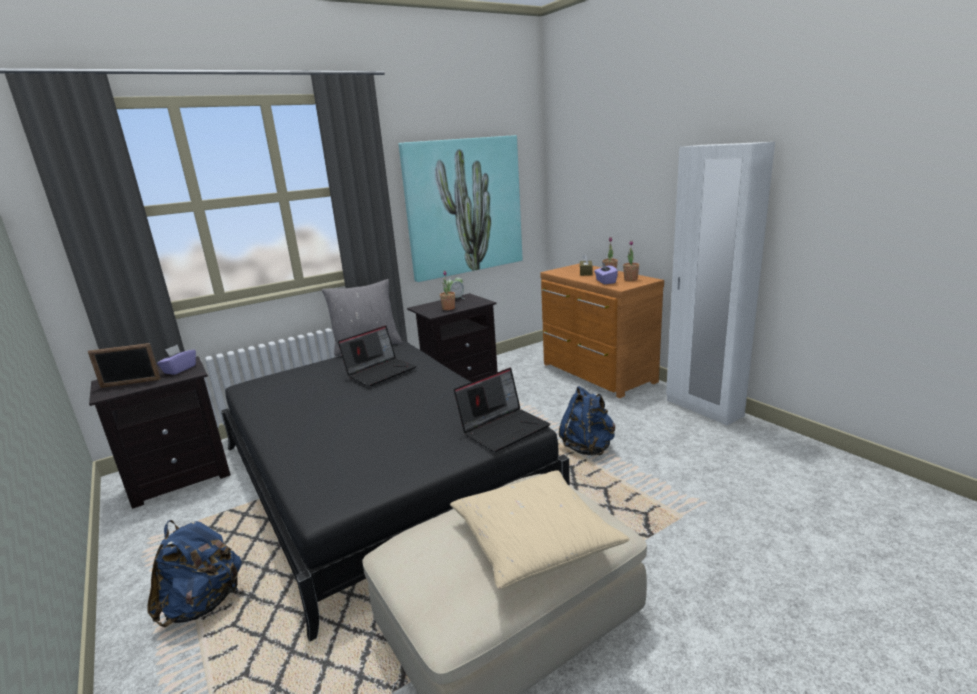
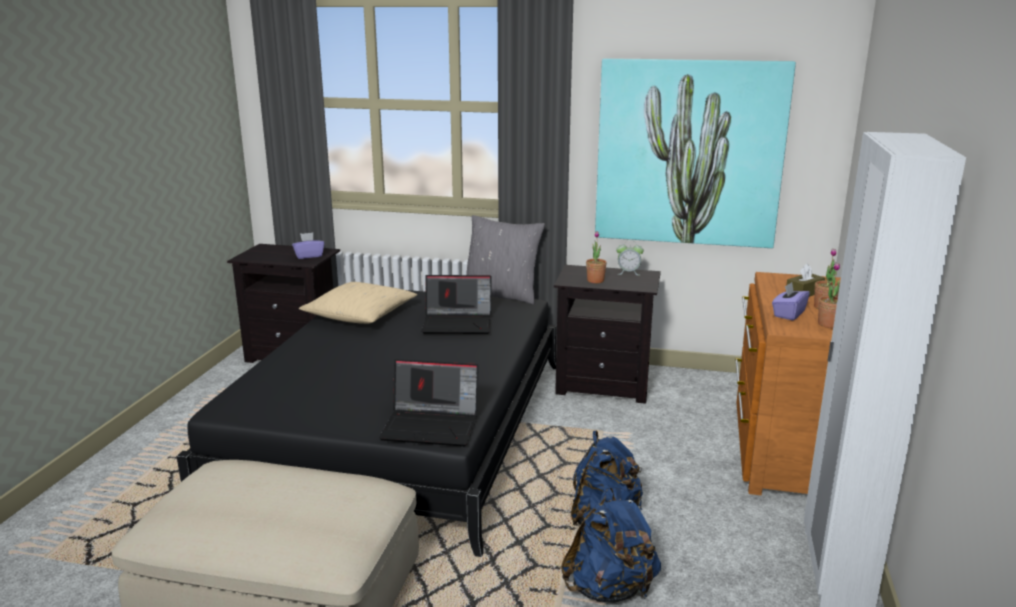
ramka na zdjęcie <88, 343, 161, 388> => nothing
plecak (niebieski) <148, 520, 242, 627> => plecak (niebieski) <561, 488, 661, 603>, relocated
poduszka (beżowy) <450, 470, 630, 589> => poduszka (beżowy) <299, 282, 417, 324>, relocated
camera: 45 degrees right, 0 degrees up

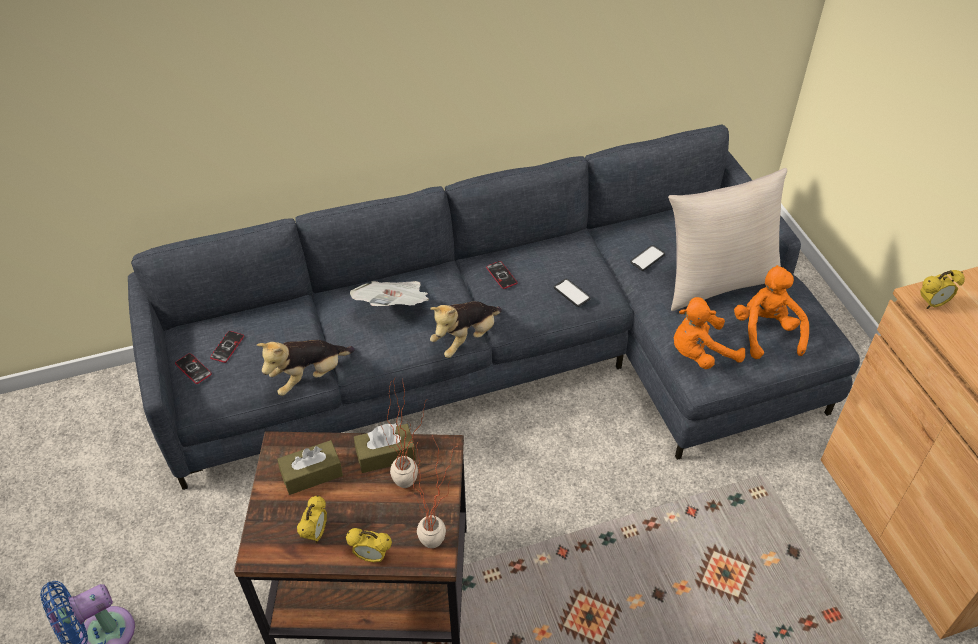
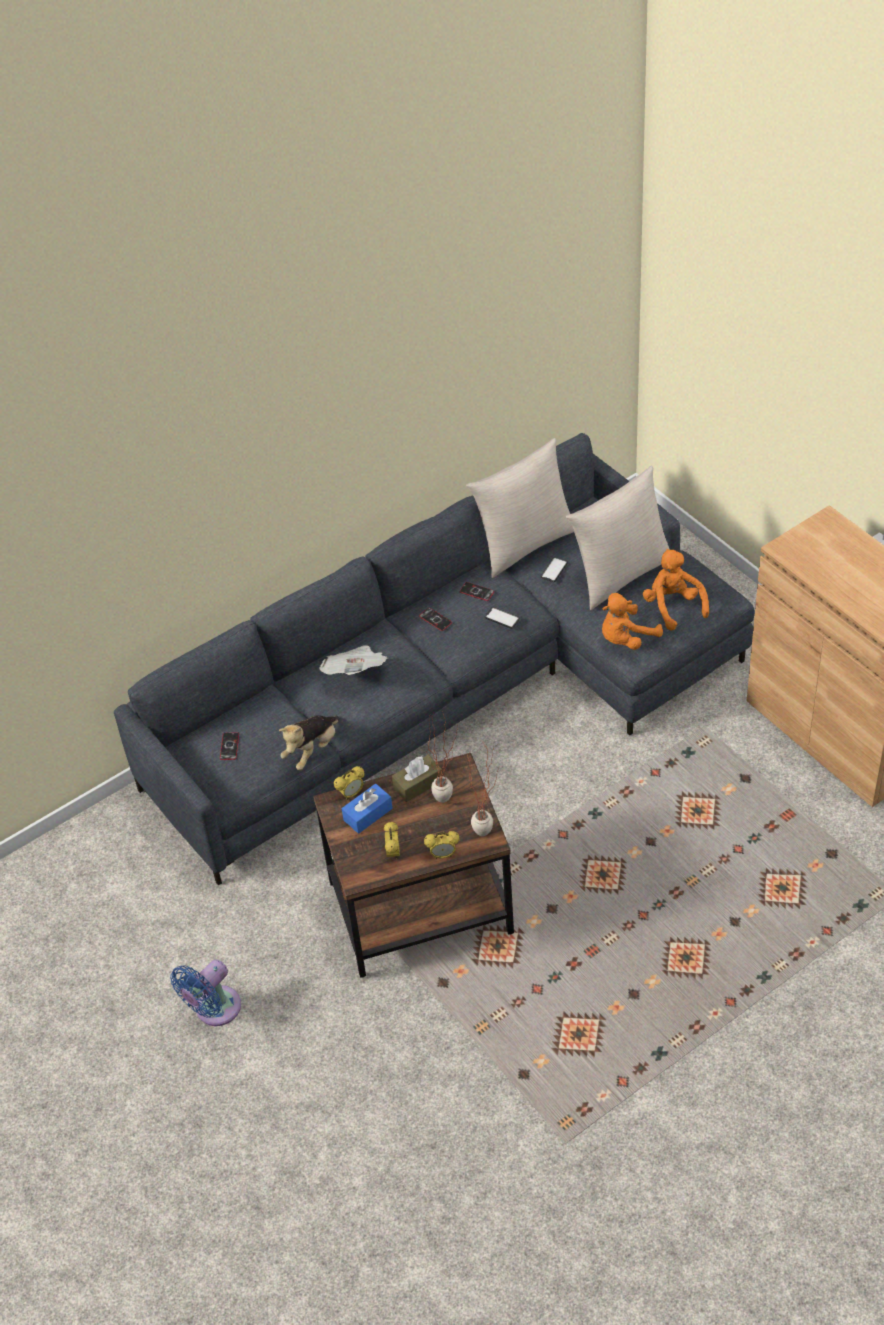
telefon <175, 353, 212, 384> => telefon <460, 582, 494, 601>, relocated
pudełko chusteczek (brązowy) <277, 440, 343, 495> => pudełko chusteczek (niebieski) <342, 784, 393, 834>
pluszak <430, 301, 502, 358> => nothing
budzik <920, 270, 965, 309> => budzik <334, 766, 365, 800>, relocated
nothing => poduszka (beżowy) <466, 438, 574, 578>
camera: 15 degrees left, 0 degrees up

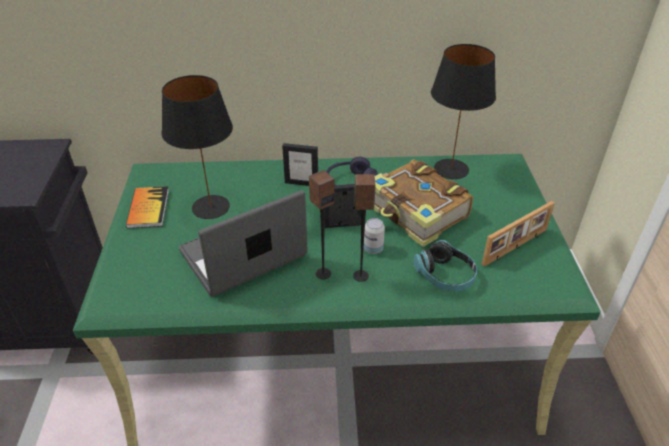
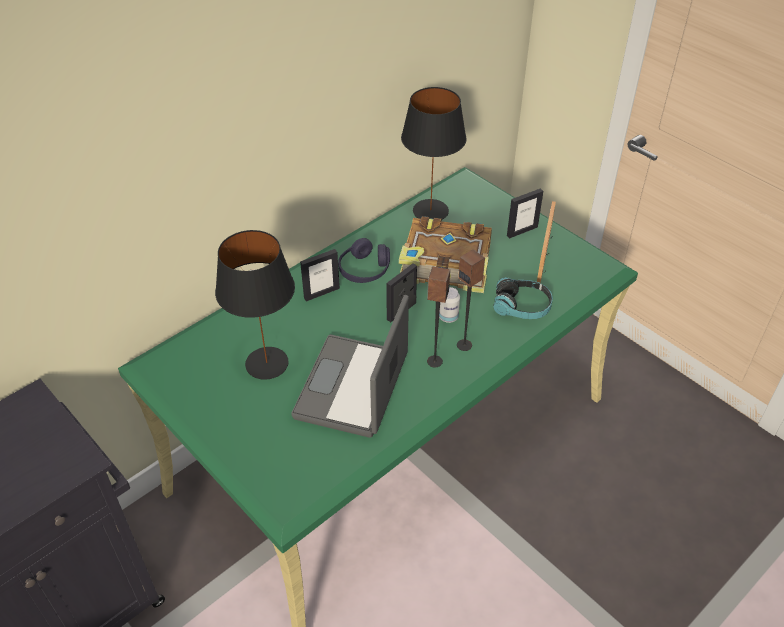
książka <126, 186, 169, 229> => nothing
nothing => ramka na zdjęcie <507, 188, 543, 239>
camera: 40 degrees left, 5 degrees up

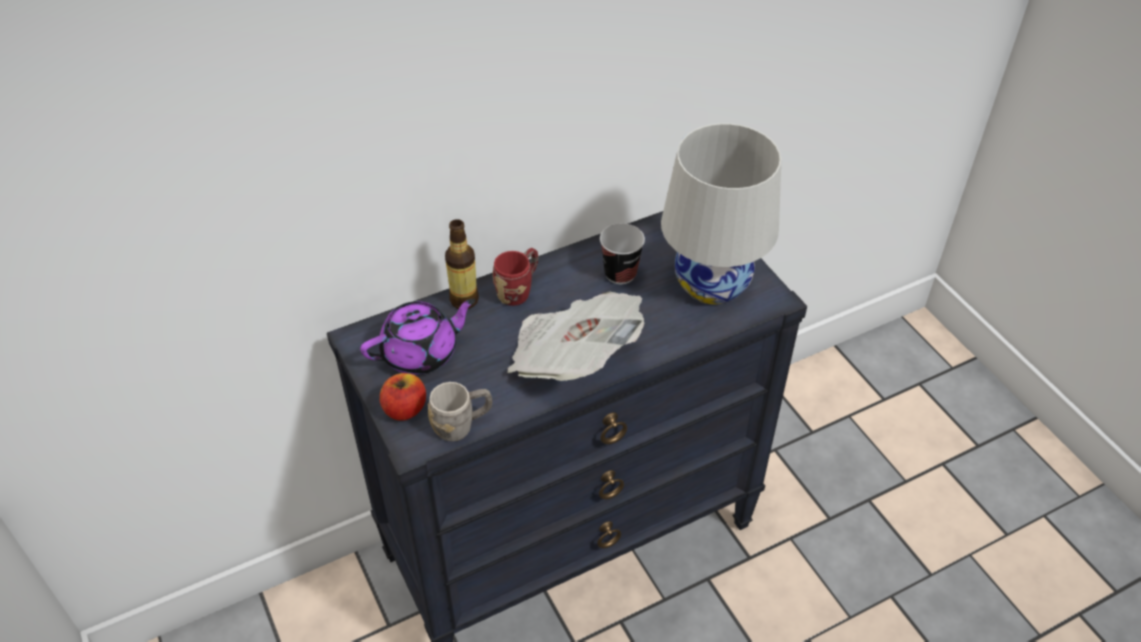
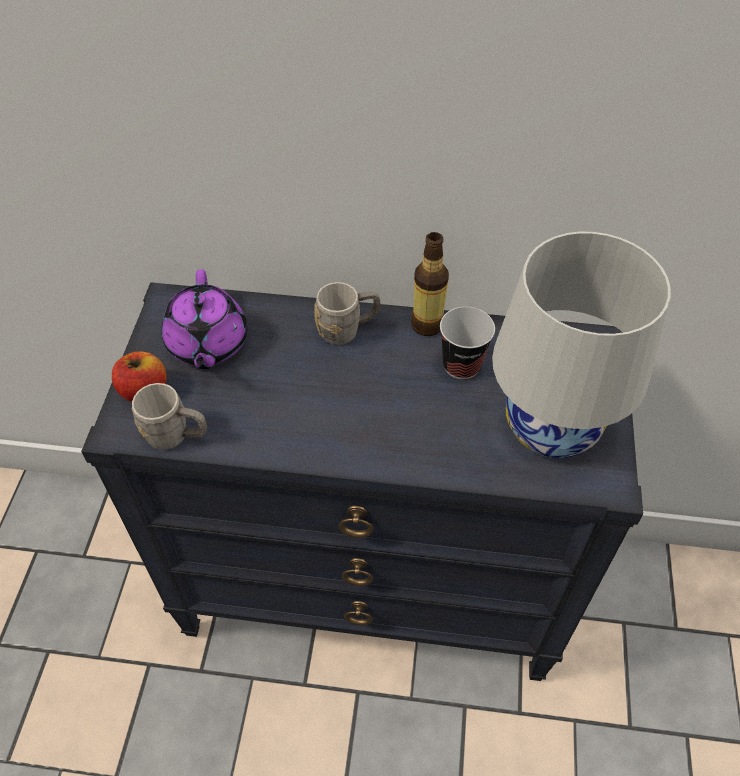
imbryk (fioletowy) <360, 299, 476, 375> => imbryk (fioletowy) <162, 269, 248, 369>, 75 degrees clockwise
butelka <445, 219, 479, 309> => butelka <411, 232, 449, 336>, relocated
kubek (czerwony) <493, 248, 538, 306> => kubek (szary) <314, 282, 380, 345>
gazeta <507, 291, 644, 381> => nothing
camera: 35 degrees right, 5 degrees up

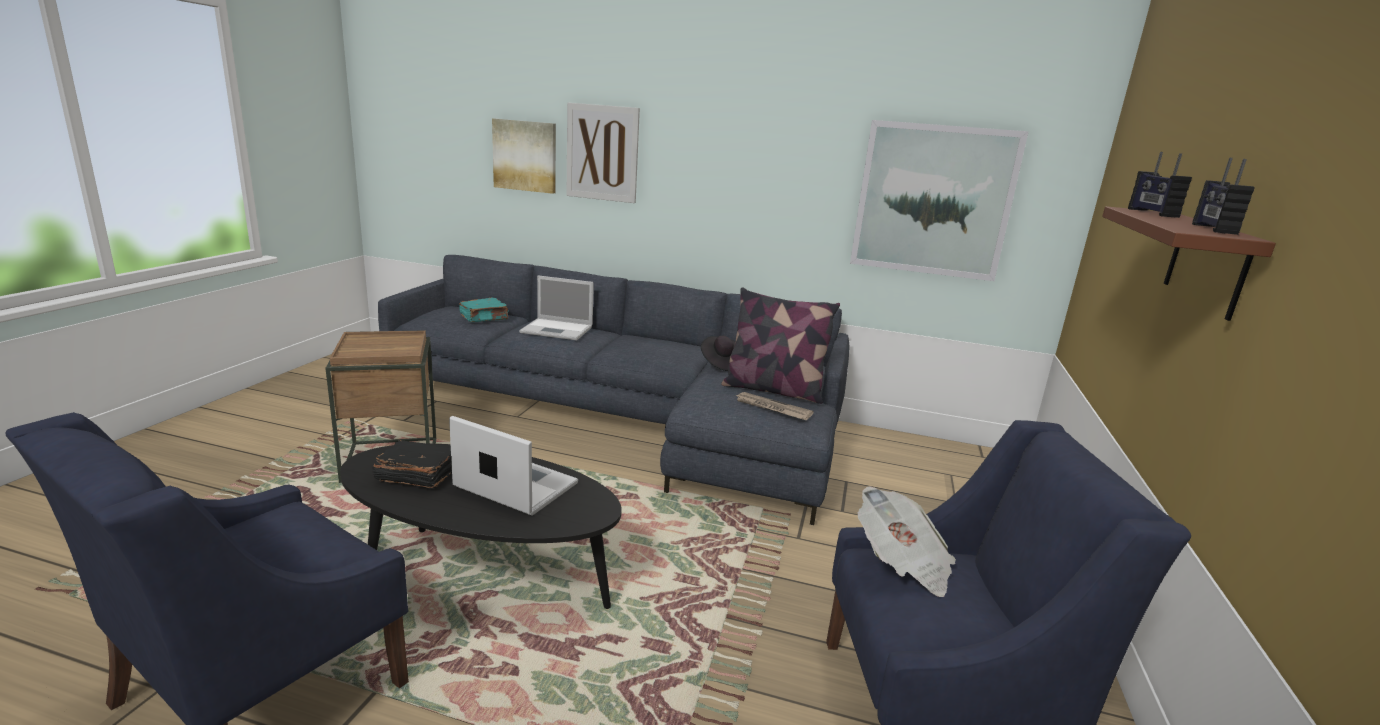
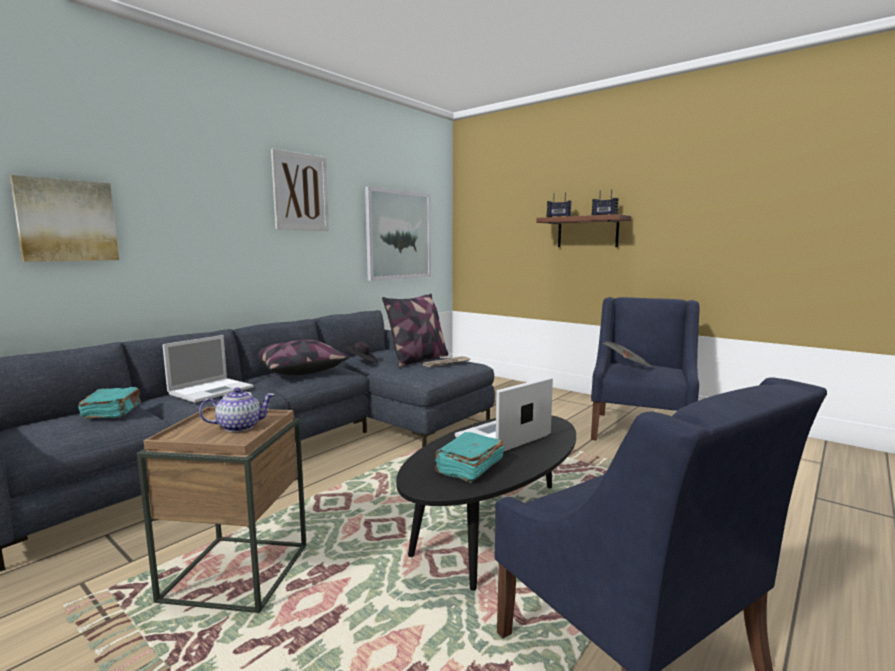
książka (czarny) <372, 440, 452, 488> => książka (turkusowy) <435, 432, 504, 483>
obraz <567, 102, 640, 203> => obraz <271, 148, 329, 231>, relocated
nothing => imbryk <199, 387, 274, 432>
nothing => poduszka <258, 340, 349, 375>
camera: 65 degrees left, 10 degrees down

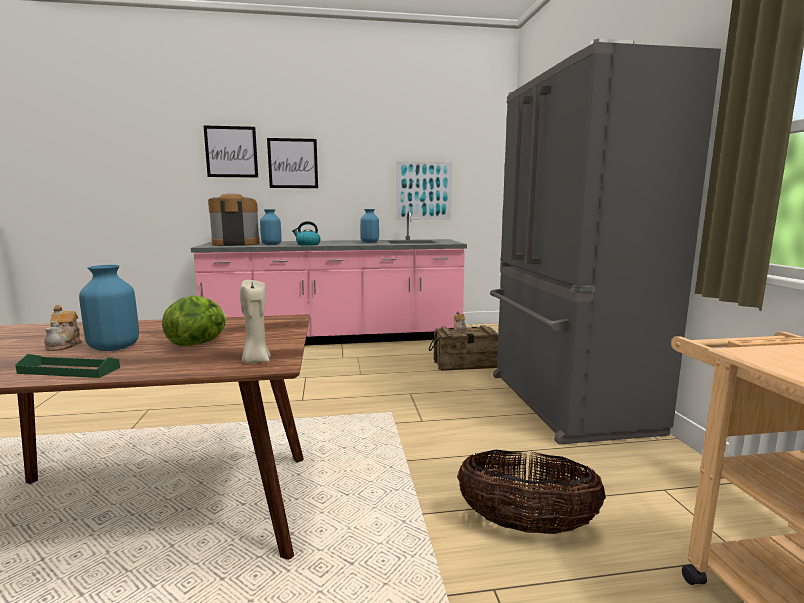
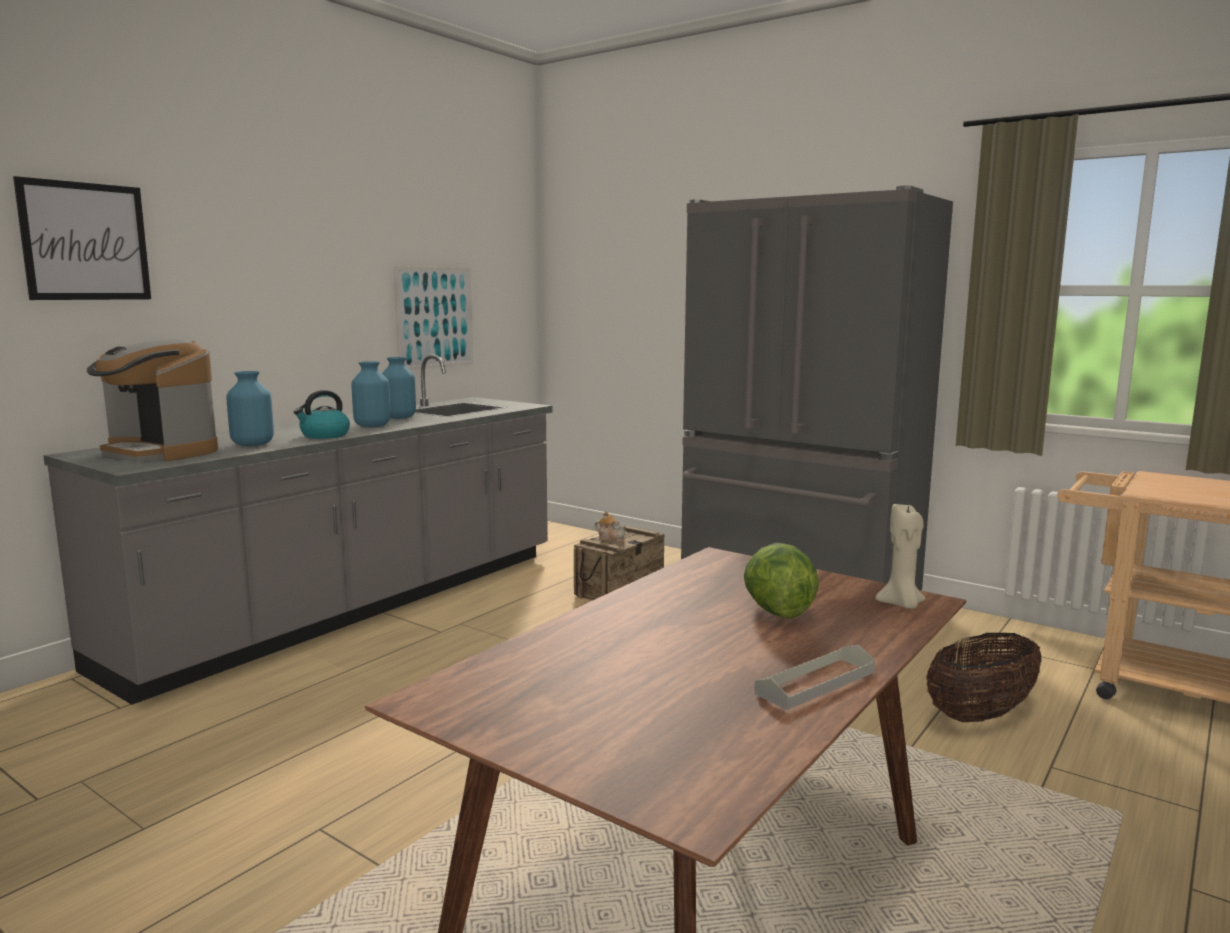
taca (zielony) <15, 354, 120, 378> => taca (szary) <754, 645, 875, 710>
imbryk <44, 305, 83, 351> => nothing
wazon (niebieski) <79, 265, 139, 351> => wazon (niebieski) <351, 361, 391, 427>, relocated
zabudowa kuchenna (różowy) <191, 211, 467, 345> => zabudowa kuchenna (szary) <43, 355, 552, 705>
ekspres do kawy <208, 193, 260, 246> => ekspres do kawy <87, 339, 218, 462>, 90 degrees counterclockwise
obraz <267, 138, 318, 188> => nothing
camera: 45 degrees left, 0 degrees up

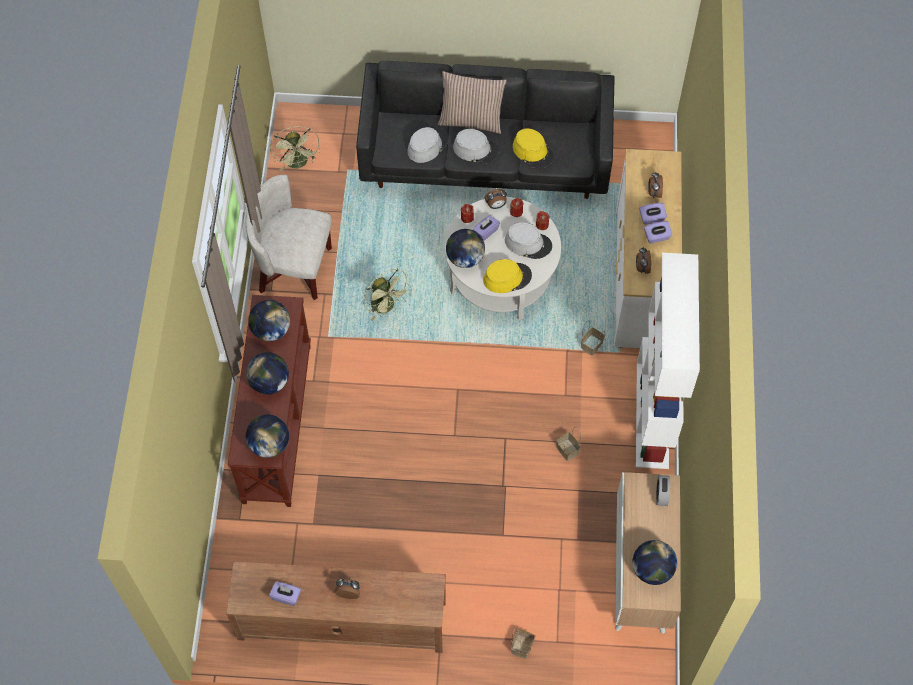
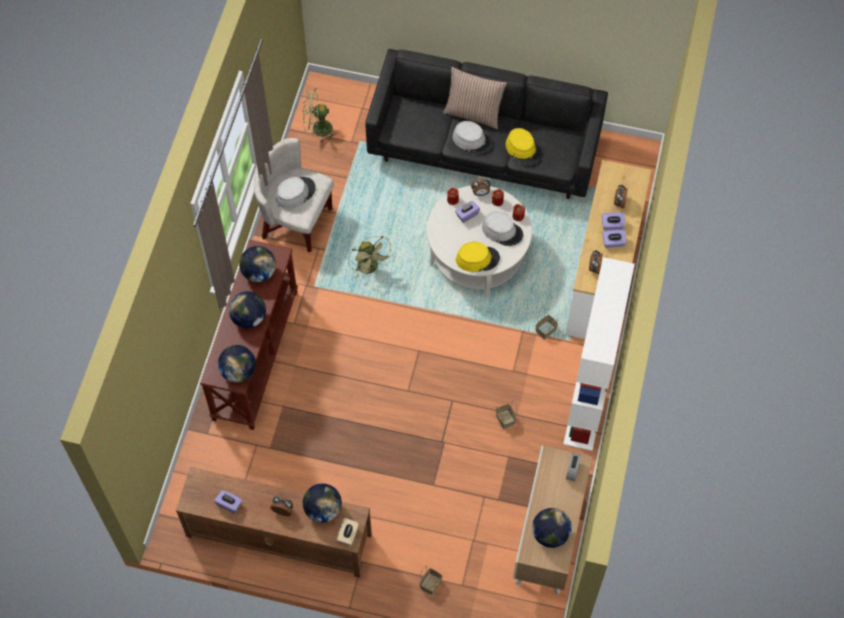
wentylator (zielony) <270, 126, 320, 171> => wentylator (zielony) <303, 88, 339, 143>, 90 degrees clockwise
kapelusz (szary) <407, 127, 448, 163> => kapelusz (szary) <276, 177, 316, 209>, relocated
globus <446, 229, 485, 268> => globus <303, 483, 342, 523>, relocated
nothing => pudełko chusteczek (beżowy) <337, 518, 359, 545>
camera: 10 degrees right, 0 degrees up

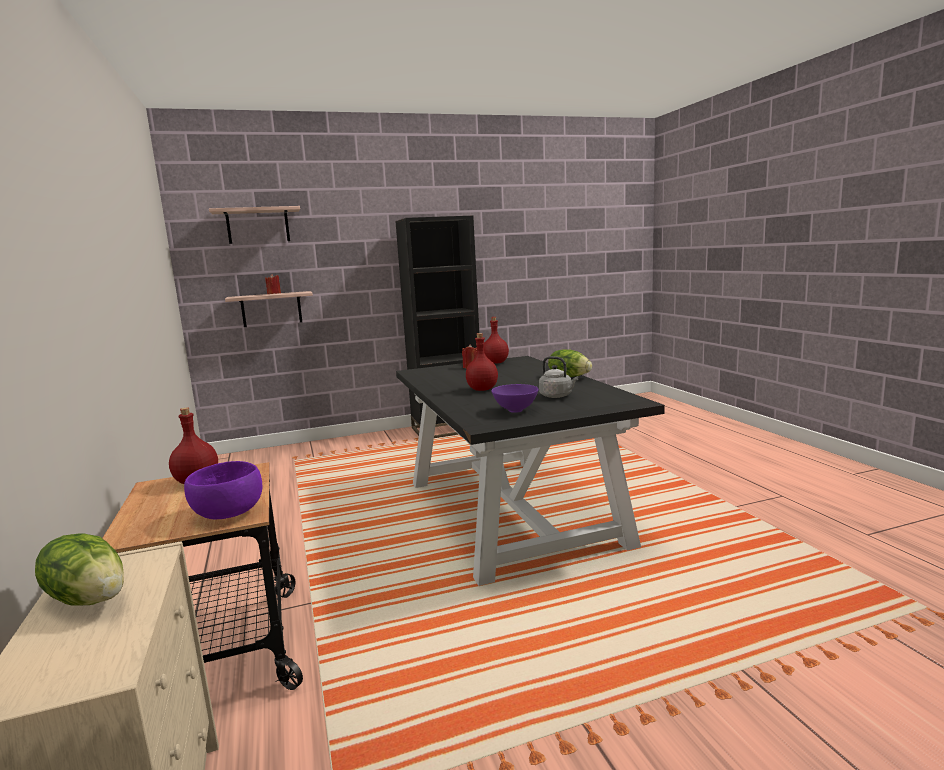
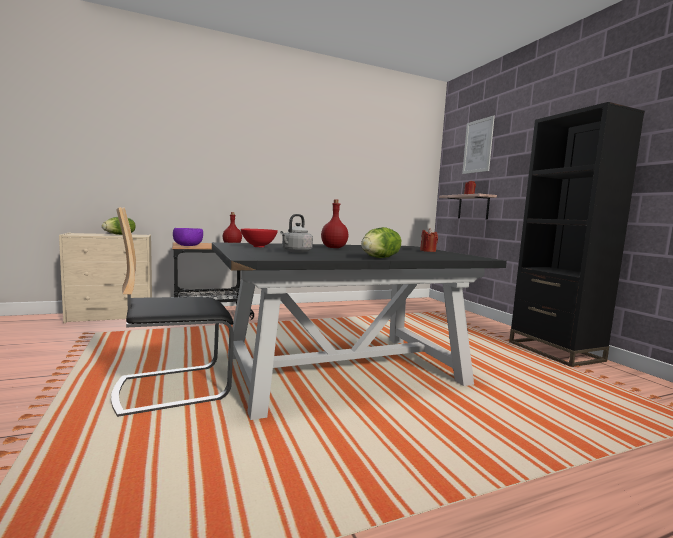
półka <209, 206, 300, 244> => obraz <462, 115, 495, 174>
butelka (czerwony) <484, 317, 509, 364> => nothing
miska (fioletowy) <491, 384, 539, 413> => miska (czerwony) <240, 229, 278, 247>
nothing => krzesło <111, 207, 234, 417>
camera: 85 degrees right, 5 degrees down

